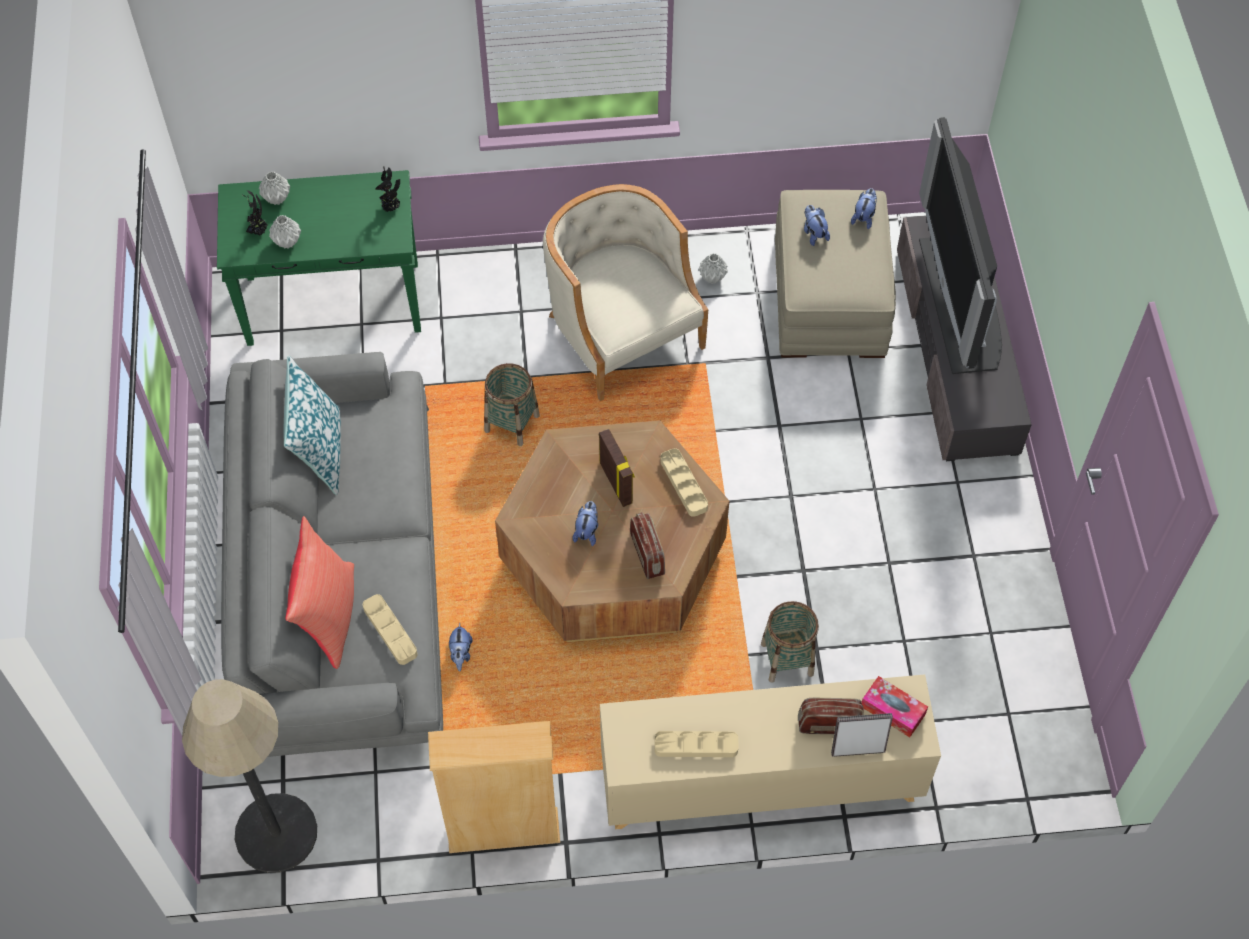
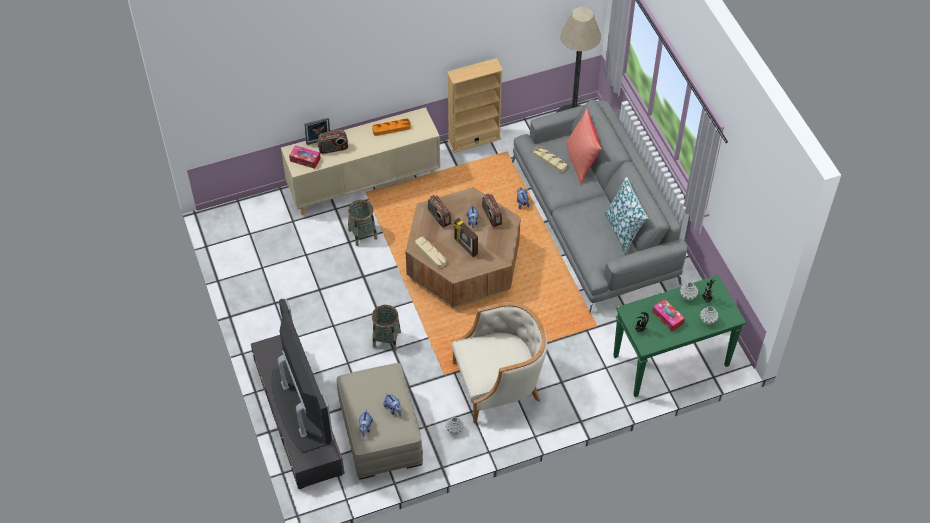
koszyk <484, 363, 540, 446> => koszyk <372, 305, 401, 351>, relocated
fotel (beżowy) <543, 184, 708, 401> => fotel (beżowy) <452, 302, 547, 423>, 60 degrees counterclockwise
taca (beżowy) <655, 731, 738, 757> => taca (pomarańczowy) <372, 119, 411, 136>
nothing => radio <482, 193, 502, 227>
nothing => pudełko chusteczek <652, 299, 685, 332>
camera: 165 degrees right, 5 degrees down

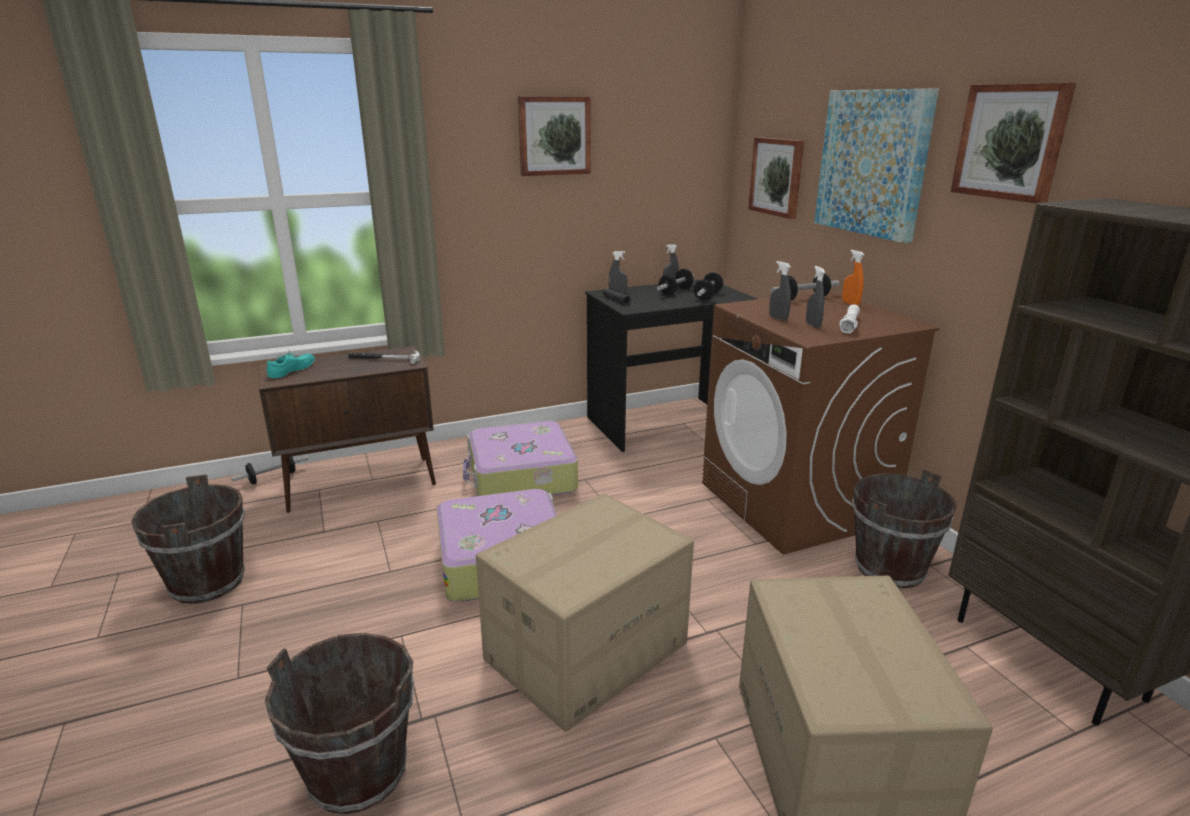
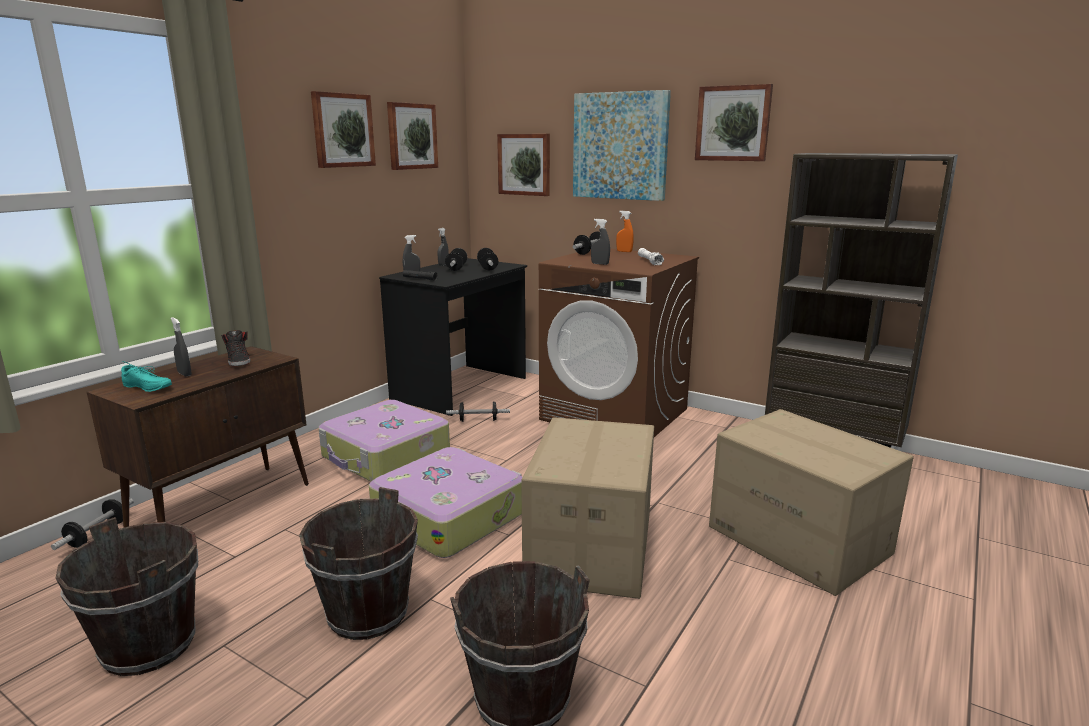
but (turkusowy) <267, 351, 315, 378> => but (turkusowy) <121, 361, 172, 392>, 120 degrees clockwise
młotek <348, 350, 420, 364> => but (czarny) <221, 330, 250, 366>
spryskiwacz (szary) <806, 266, 825, 328> => spryskiwacz (szary) <170, 317, 192, 377>, relocated
wiadro (brązowy) <852, 469, 957, 589> => wiadro (brązowy) <299, 487, 418, 640>, relocated
nothing => obraz <387, 102, 438, 170>
nothing => hantel <446, 401, 510, 422>
camera: 35 degrees left, 5 degrees down

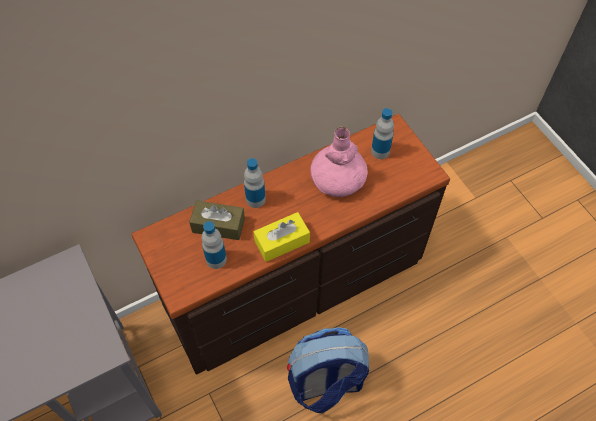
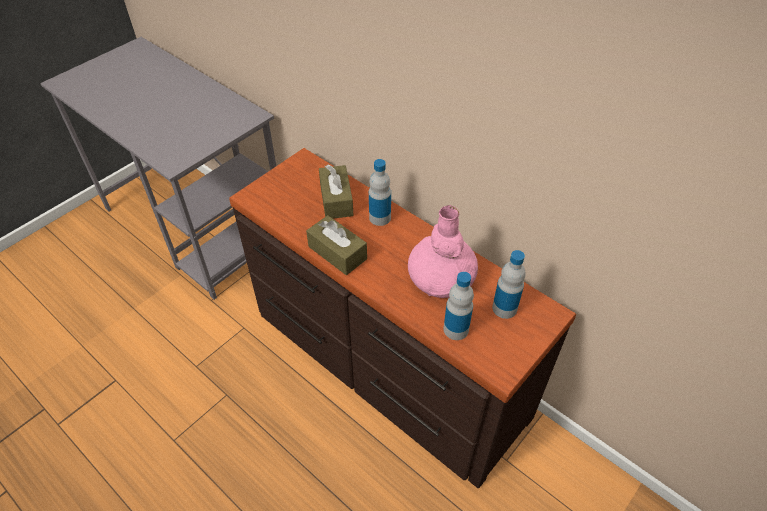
butelka <202, 221, 227, 269> => butelka <443, 272, 474, 340>, relocated
pudełko chusteczek (żółty) <254, 212, 310, 262> => pudełko chusteczek (brązowy) <306, 215, 367, 275>
plecak <287, 327, 369, 413> => nothing
camera: 70 degrees right, 10 degrees down

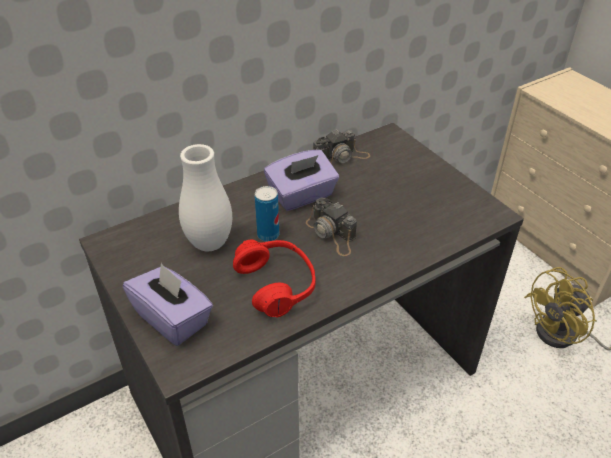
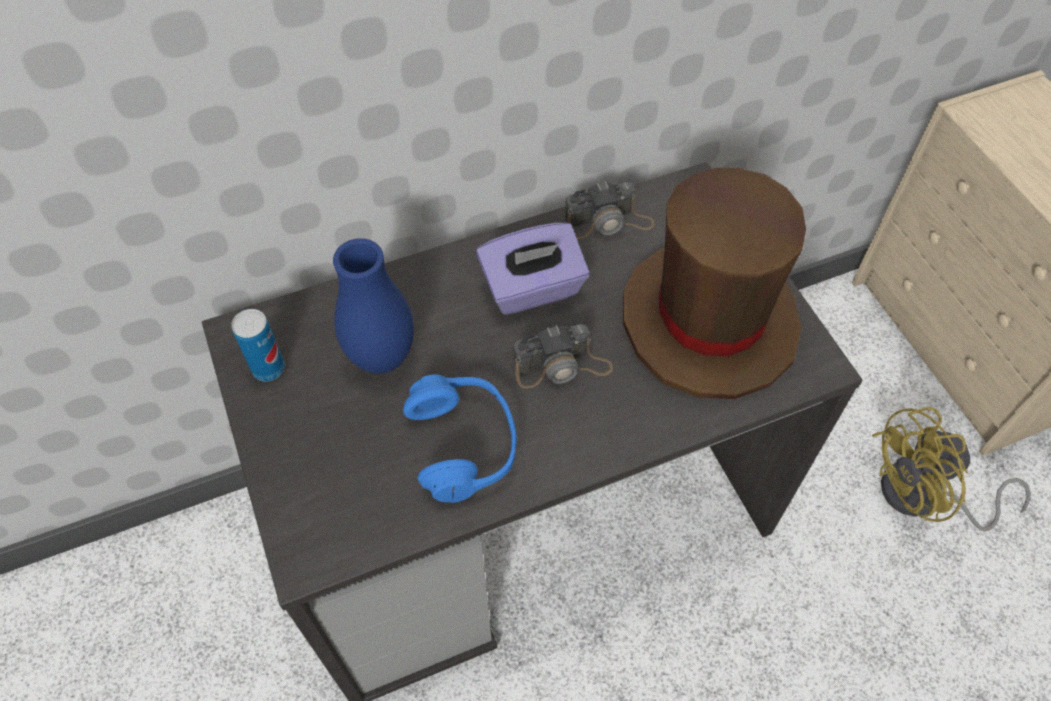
pudełko chusteczek (fioletowy) <123, 263, 213, 346> => nothing
wazon (biały) <179, 144, 232, 251> => wazon (niebieski) <333, 238, 414, 374>
słuchawki (czerwony) <233, 240, 316, 317> => słuchawki (niebieski) <403, 375, 517, 503>
puszka <255, 186, 279, 242> => puszka <231, 309, 285, 381>, relocated
aparat fotograficzny <306, 198, 357, 256> => aparat fotograficzny <513, 324, 613, 388>, 75 degrees counterclockwise
nothing => kapelusz (brązowy) <623, 168, 806, 399>
camera: 10 degrees right, 15 degrees up

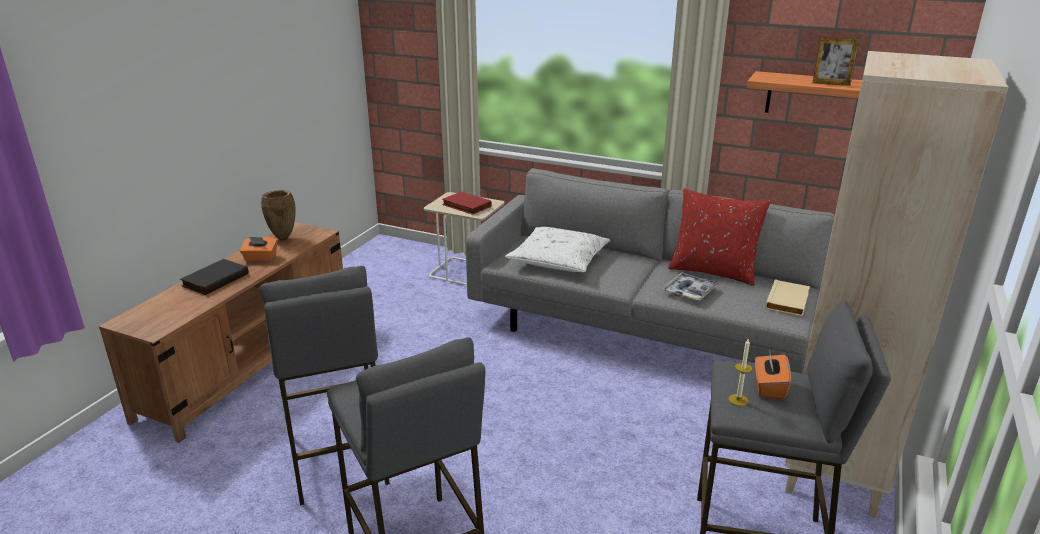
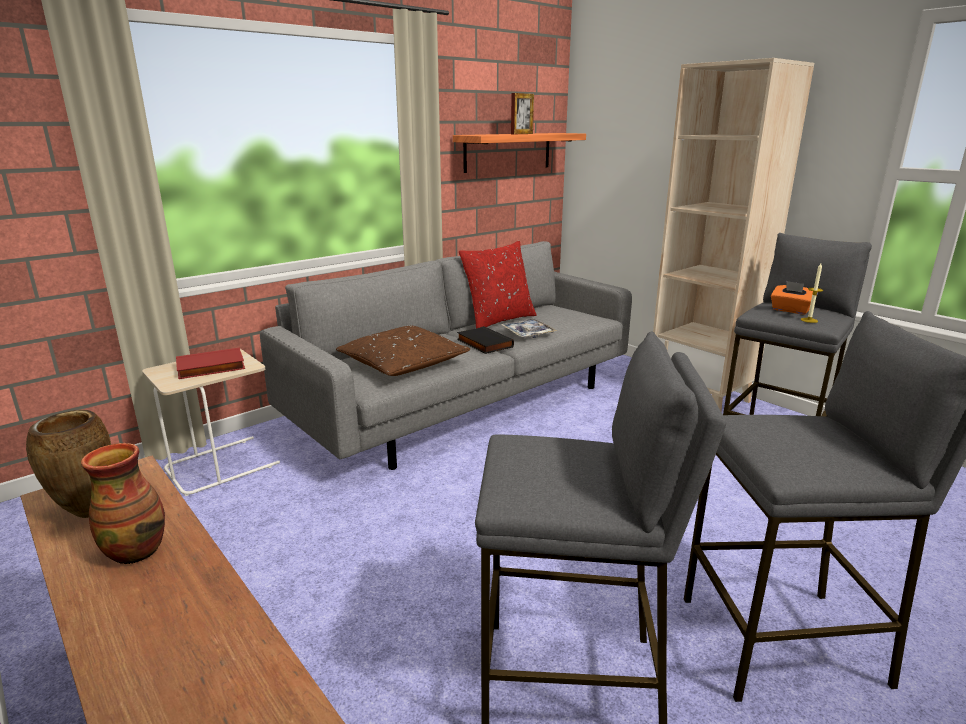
książka (czarny) <180, 259, 249, 295> => książka (czarny) <457, 326, 514, 354>, relocated
pudełko chusteczek (pomarańczowy) <240, 237, 277, 262> => wazon <81, 443, 165, 564>
poduszka (biały) <505, 227, 610, 272> => poduszka (brązowy) <336, 326, 470, 376>
książka (beżowy) <765, 279, 810, 316> => nothing
camera: 65 degrees left, 5 degrees down

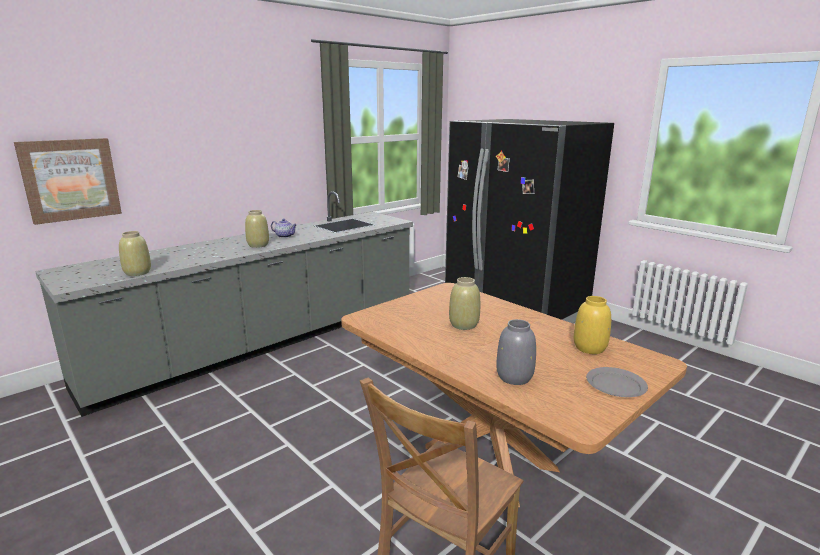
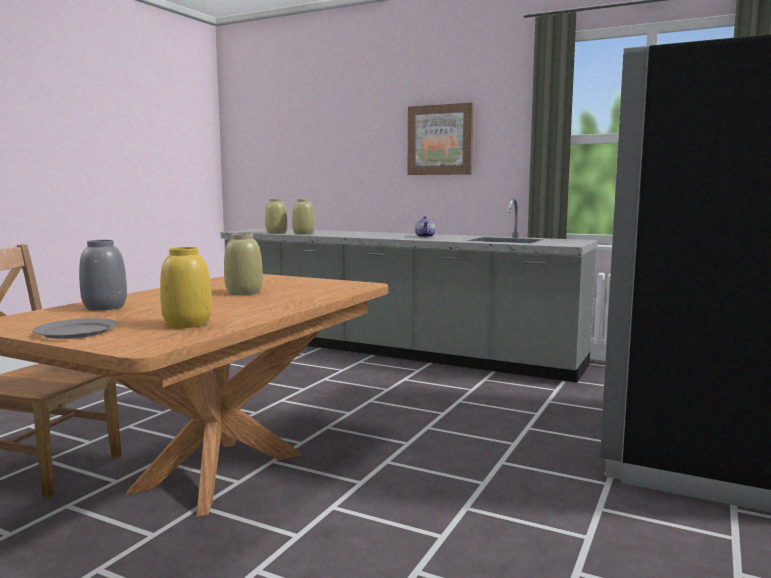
obraz <14, 138, 122, 225> => obraz <408, 103, 474, 175>, relocated
wazon (beżowy) <245, 210, 269, 248> => wazon (beżowy) <292, 199, 315, 235>, relocated
camera: 70 degrees right, 10 degrees down

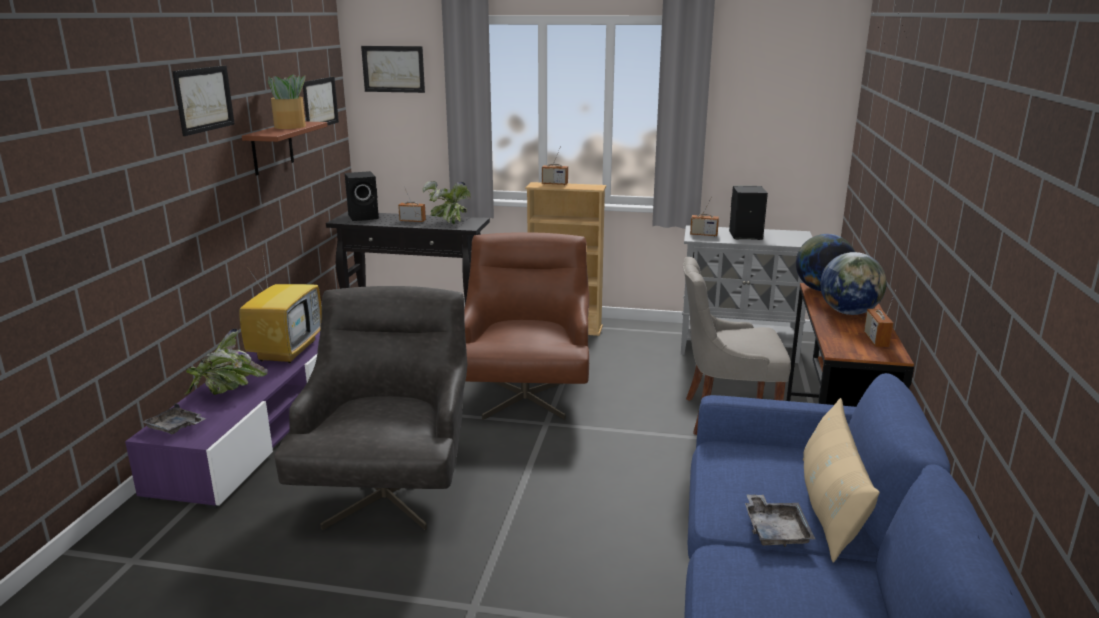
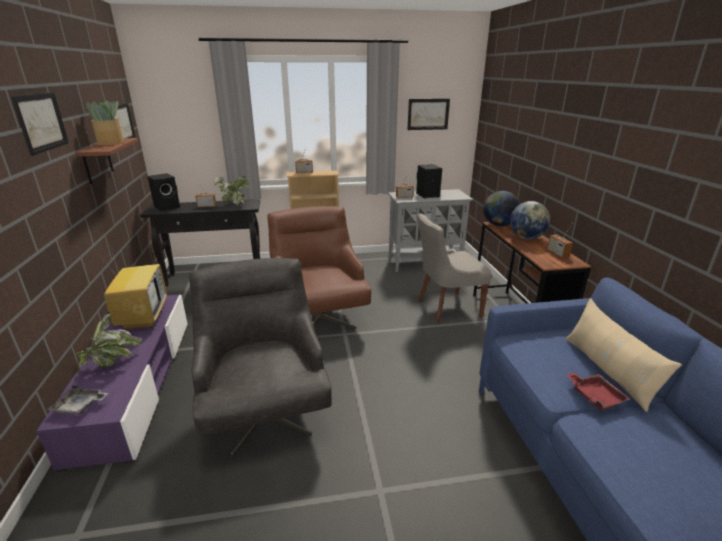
obraz <361, 46, 425, 93> => obraz <407, 99, 450, 130>, relocated
taca (szary) <745, 494, 815, 547> => taca (czerwony) <566, 373, 630, 411>
camera: 20 degrees left, 5 degrees up

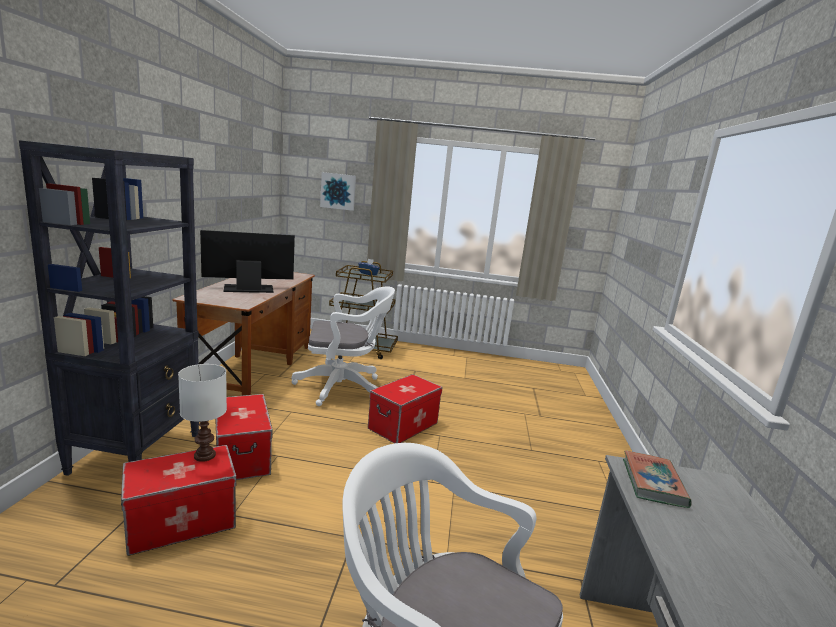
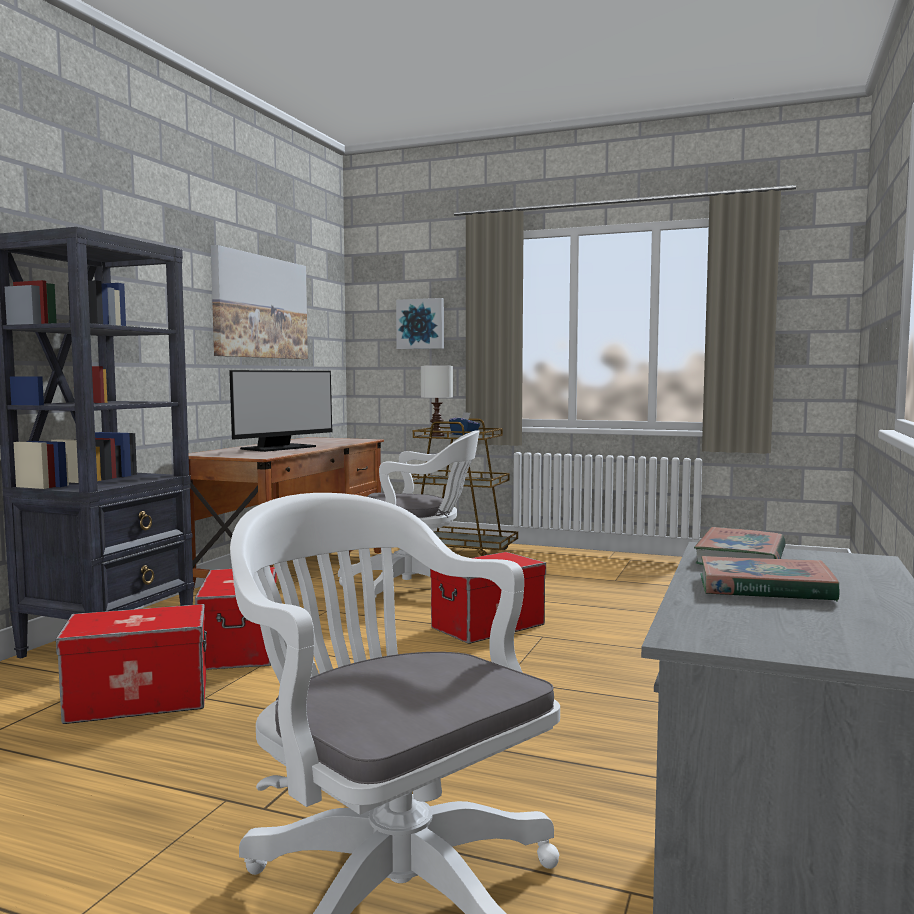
lampa stołowa (biały) <178, 364, 227, 462> => lampa stołowa (biały) <421, 366, 453, 437>, relocated
monitor <200, 230, 295, 293> => monitor <229, 370, 332, 452>, 135 degrees clockwise
nothing => obraz <211, 245, 308, 359>
nothing => książka <700, 556, 839, 602>
camera: 15 degrees right, 10 degrees down

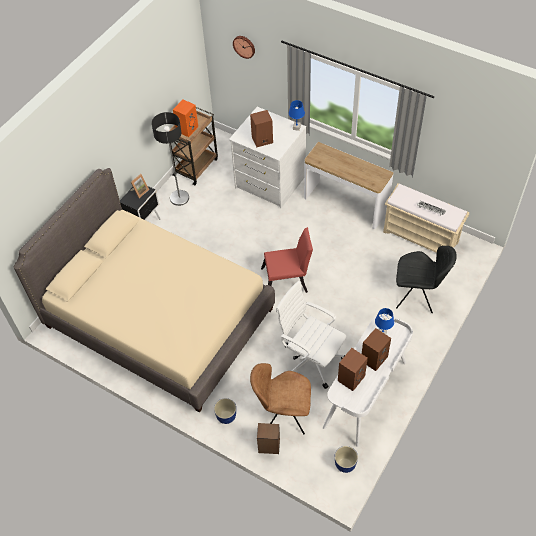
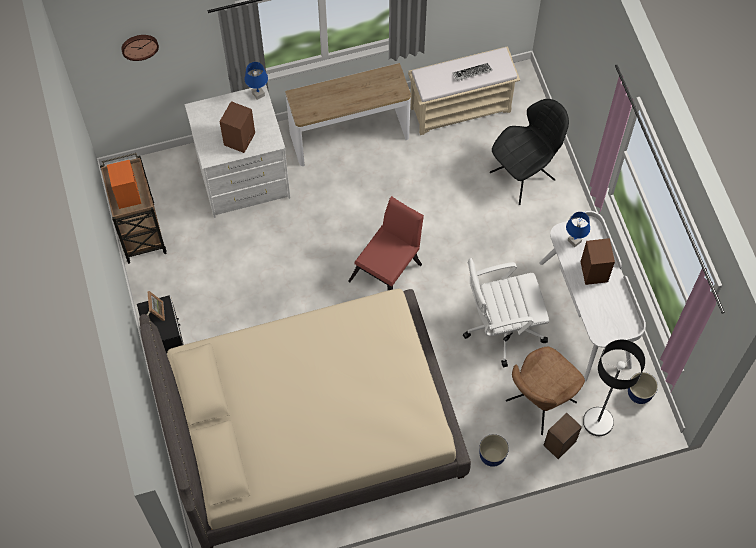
lampa stojąca <151, 112, 189, 206> => lampa stojąca <583, 340, 645, 436>, relocated
głośnik (brązowy) <338, 348, 368, 391> => nothing
camera: 50 degrees left, 10 degrees up

